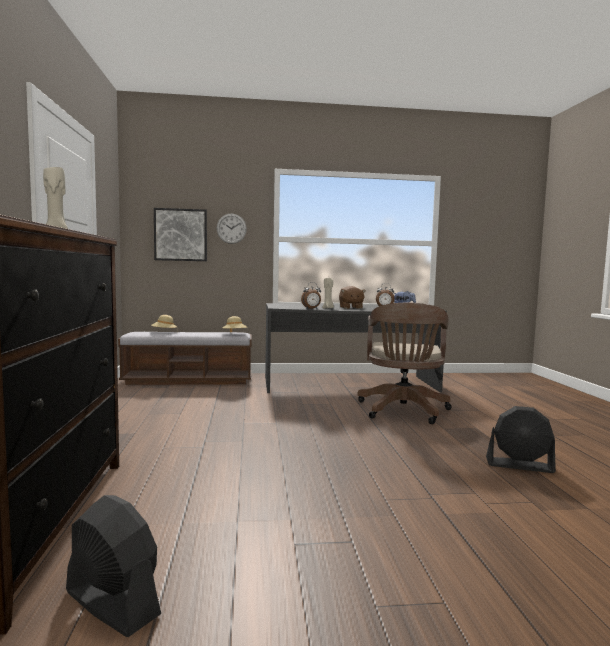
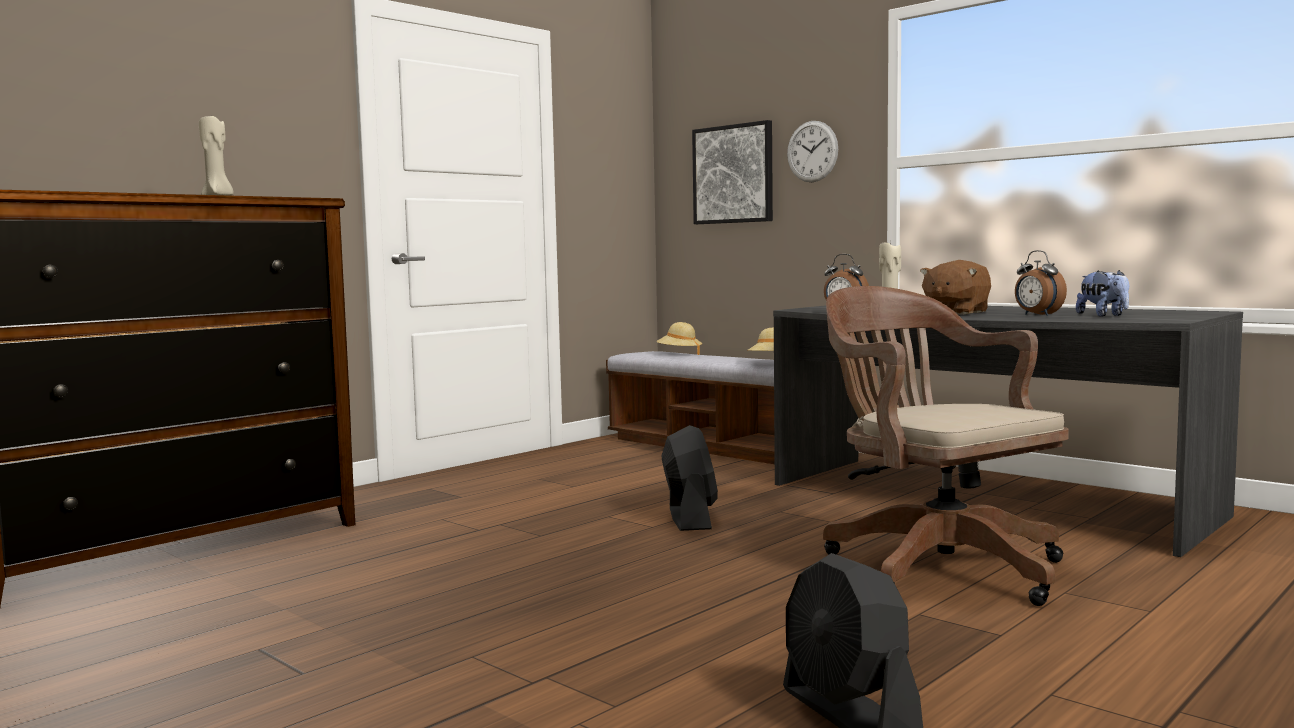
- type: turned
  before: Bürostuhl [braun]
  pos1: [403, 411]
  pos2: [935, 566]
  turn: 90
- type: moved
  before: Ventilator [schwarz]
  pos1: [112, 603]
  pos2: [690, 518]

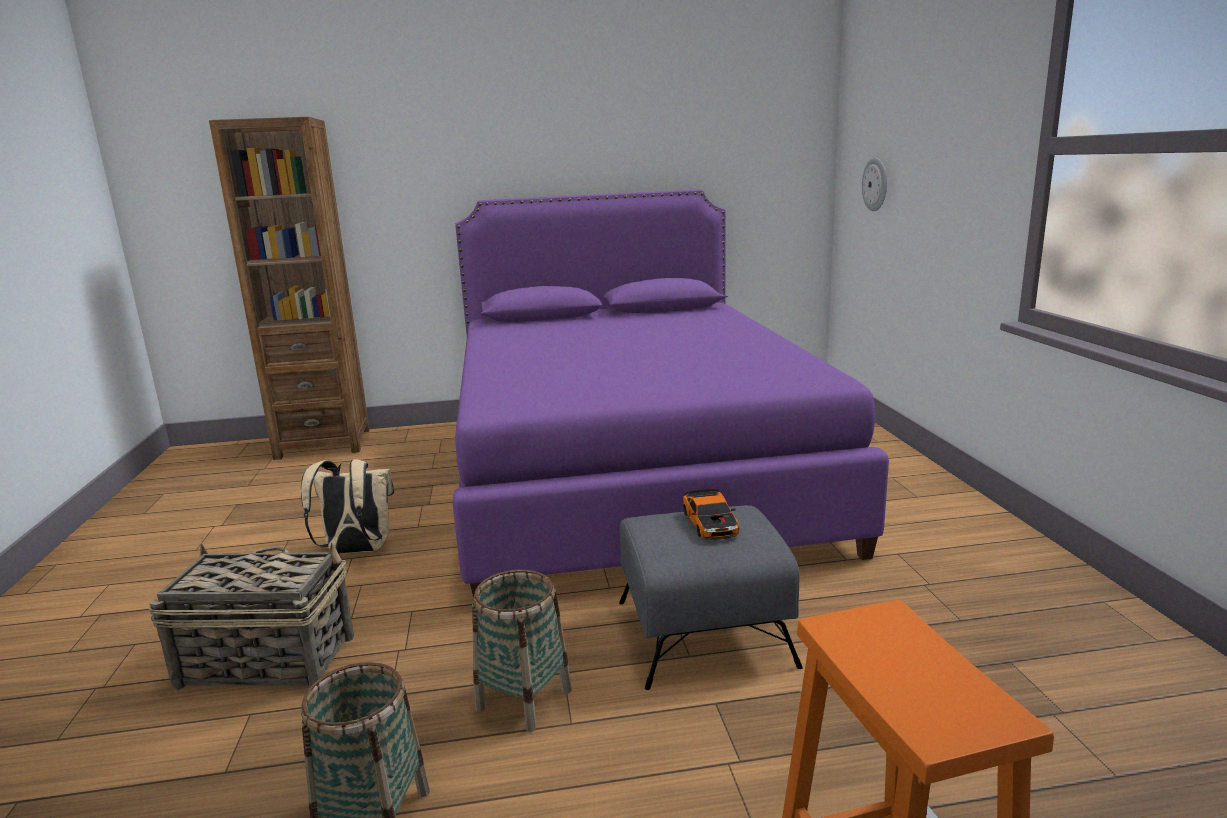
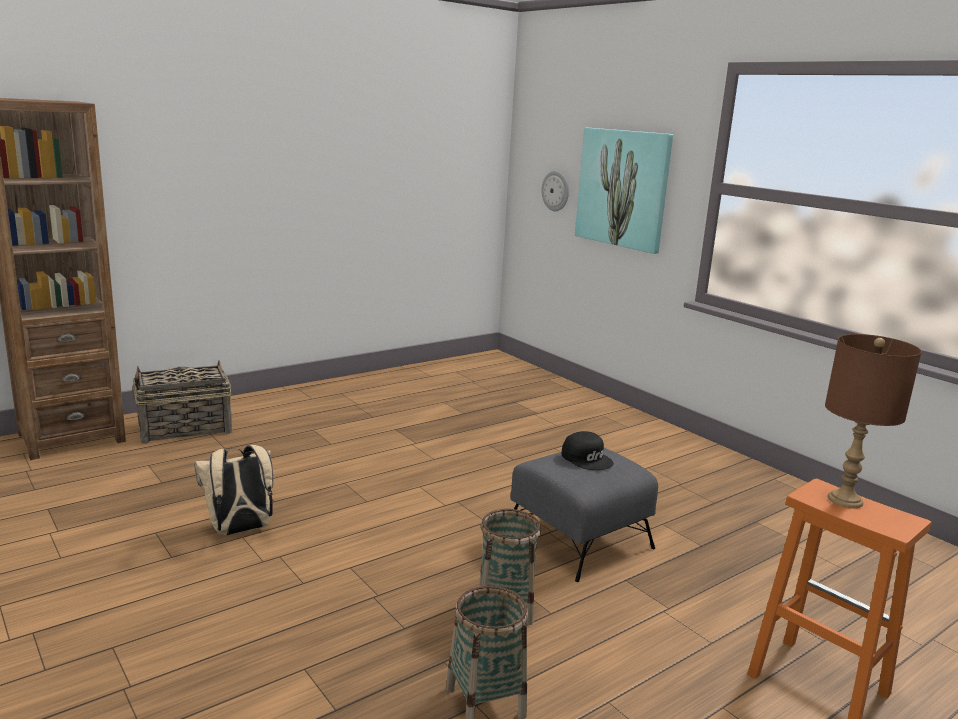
- type: removed
  before: Bett [lila]
  pos1: [630, 474]
- type: replaced
  before: Spielzeugauto
  after: Kappe [schwarz]
  pos1: [711, 522]
  pos2: [587, 458]
- type: moved
  before: Korb
  pos1: [265, 661]
  pos2: [184, 429]
- type: added
  after: Bild
  pos2: [623, 188]
- type: added
  after: Tischlampe [braun]
  pos2: [845, 500]

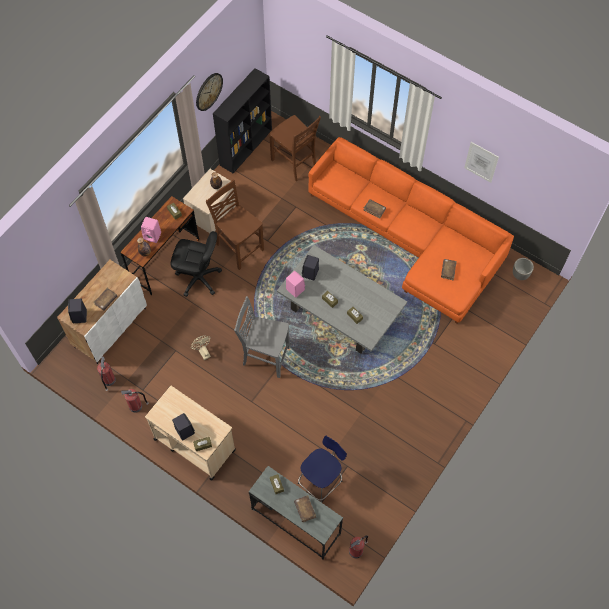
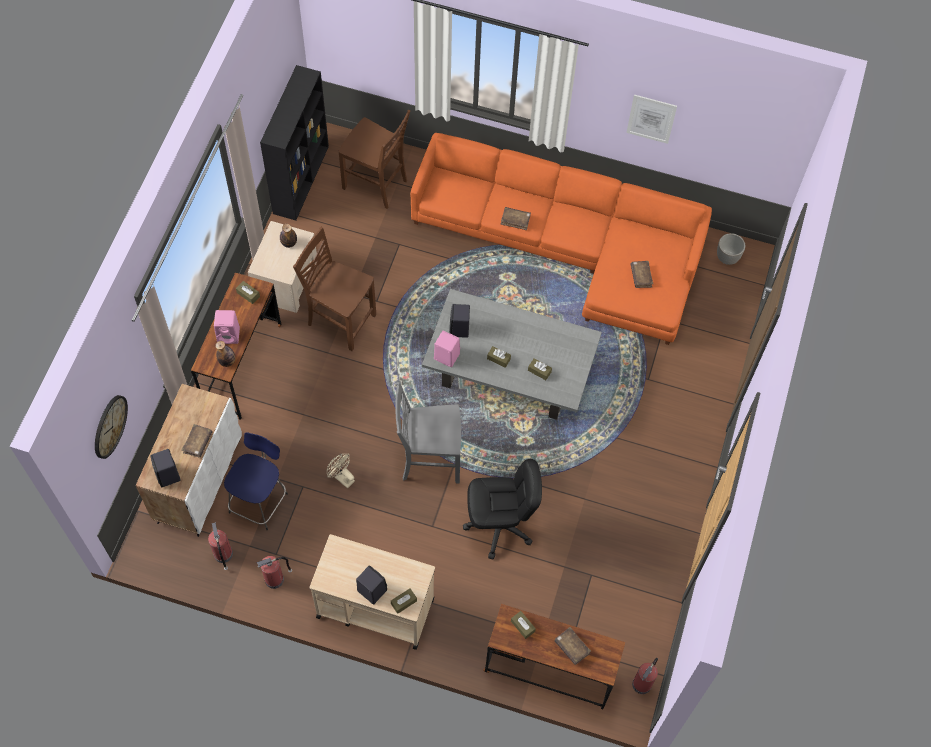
- type: moved
  before: Wanduhr
  pos1: [208, 91]
  pos2: [109, 426]
- type: moved
  before: Bürostuhl [schwarz]
  pos1: [198, 278]
  pos2: [499, 526]
- type: moved
  before: Hocker [blau]
  pos1: [321, 481]
  pos2: [259, 501]
- type: recoloured
  before: Schreibtisch [grau]
  after: Schreibtisch [braun]
  pos1: [295, 522]
  pos2: [549, 670]

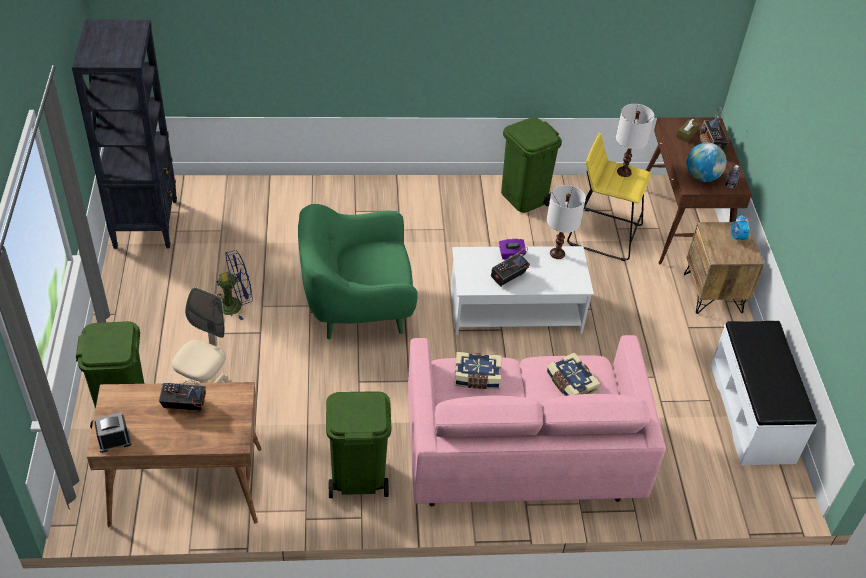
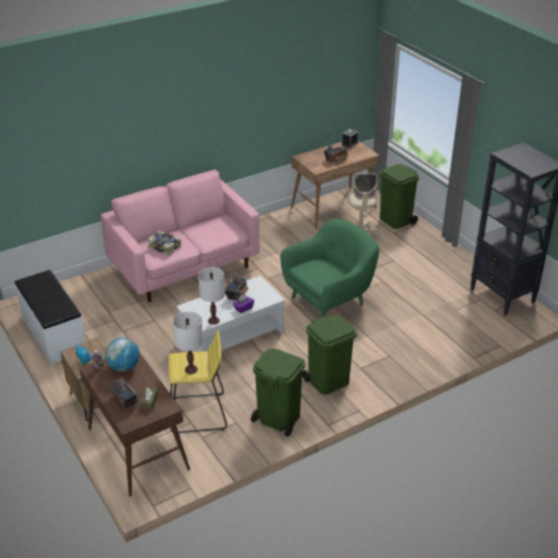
- type: removed
  before: Ventilator [blau]
  pos1: [235, 304]
- type: removed
  before: Buch
  pos1: [477, 377]
- type: moved
  before: Mülleimer [grün]
  pos1: [357, 476]
  pos2: [328, 381]

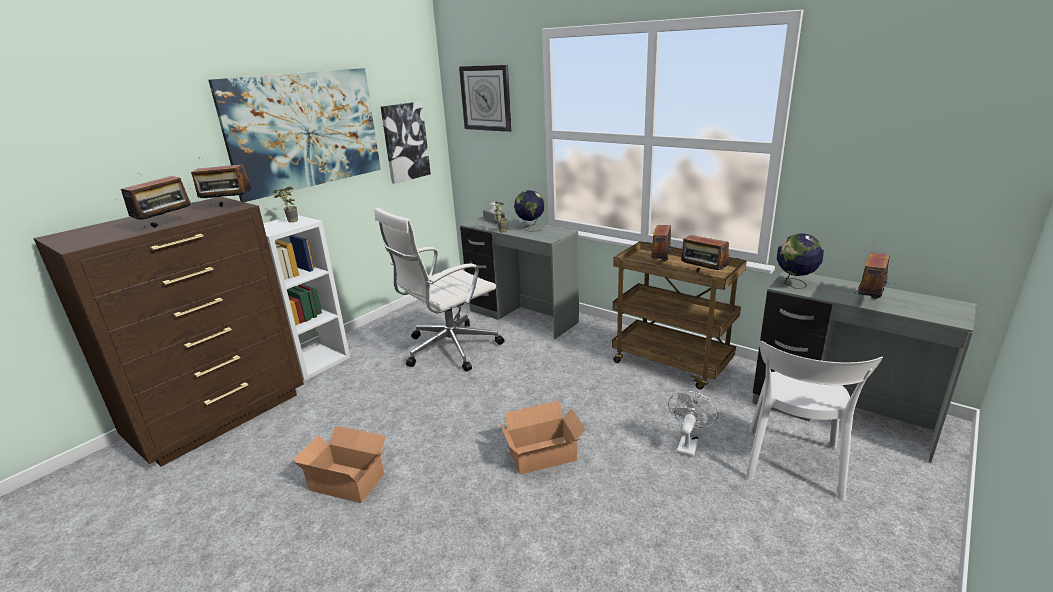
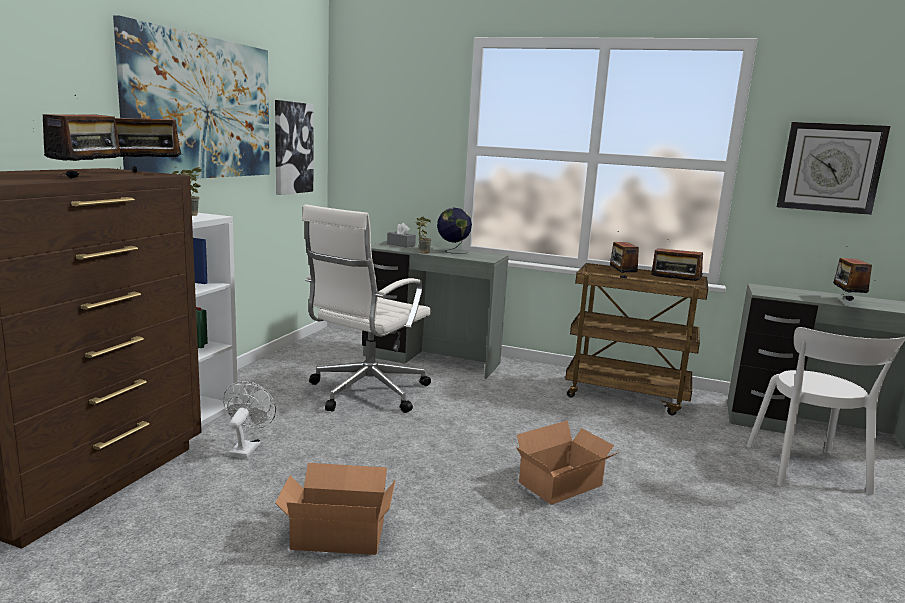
- type: moved
  before: Wanduhr
  pos1: [486, 98]
  pos2: [830, 168]
- type: removed
  before: Globus
  pos1: [794, 285]
- type: moved
  before: Ventilator [weiß]
  pos1: [688, 444]
  pos2: [246, 448]

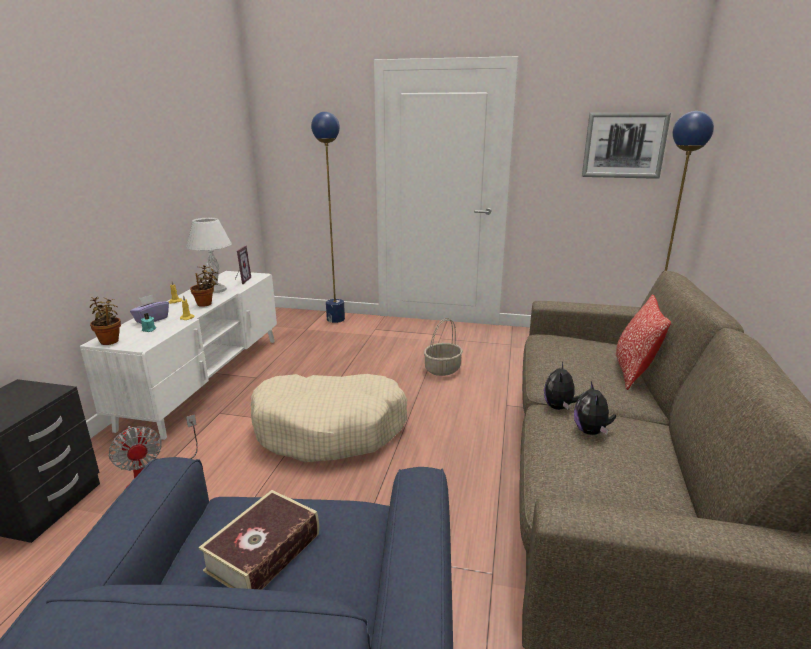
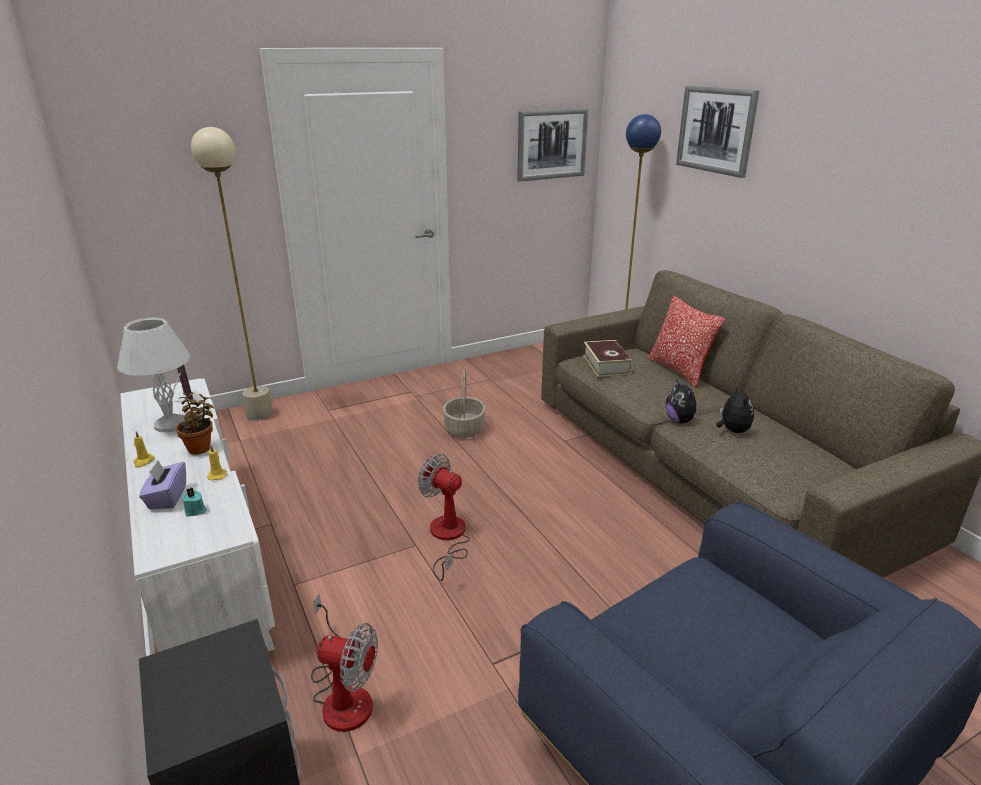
- type: recoloured
  before: Stehlampe [blau]
  after: Stehlampe [beige]
  pos1: [335, 319]
  pos2: [259, 414]
- type: removed
  before: Topfpflanze
  pos1: [110, 341]
- type: replaced
  before: Hundebett [beige]
  after: Ventilator
  pos1: [330, 429]
  pos2: [447, 538]
- type: turned
  before: Plüschtier
  pos1: [591, 432]
  pos2: [732, 430]
  turn: -150
- type: moved
  before: Buch
  pos1: [264, 552]
  pos2: [606, 365]
- type: added
  after: Bild
  pos2: [716, 130]

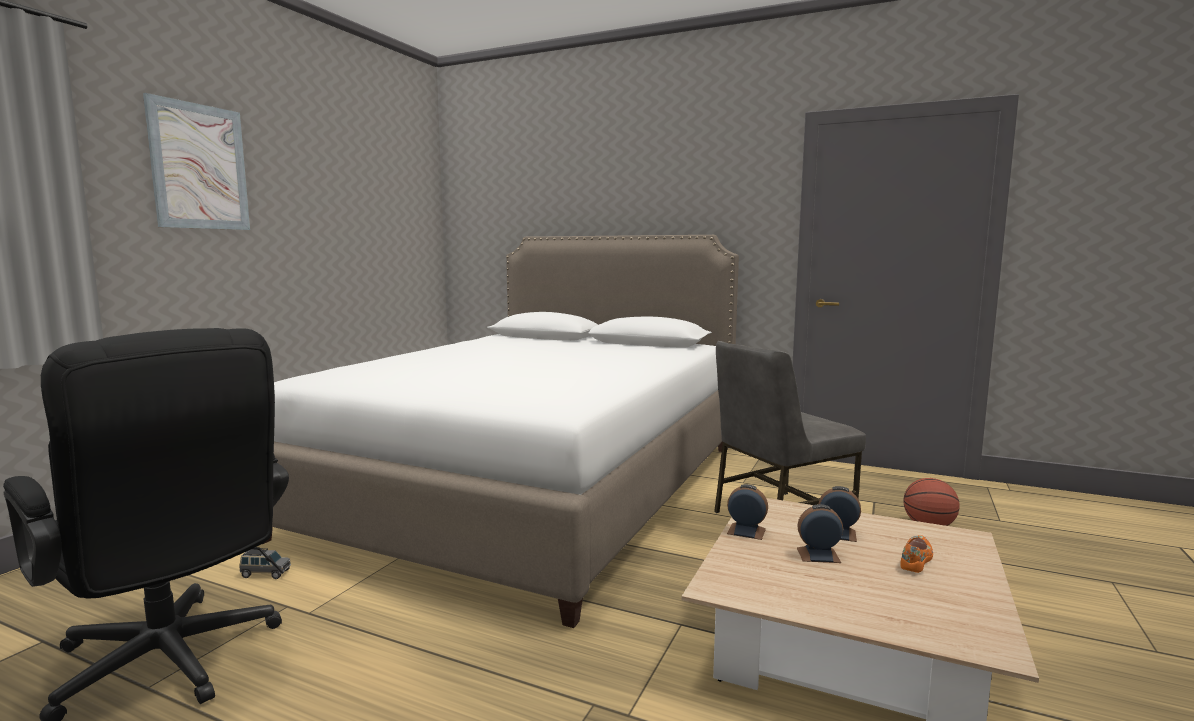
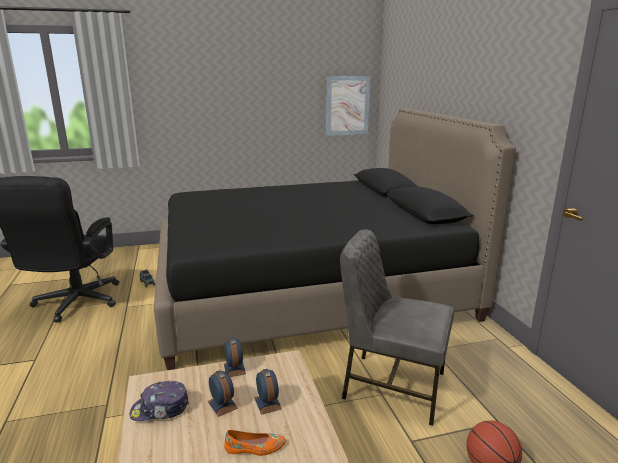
- type: moved
  before: Bild
  pos1: [199, 167]
  pos2: [347, 105]
- type: recoloured
  before: Bett [weiß]
  after: Bett [schwarz]
  pos1: [535, 487]
  pos2: [309, 291]
- type: added
  after: Kappe
  pos2: [160, 409]

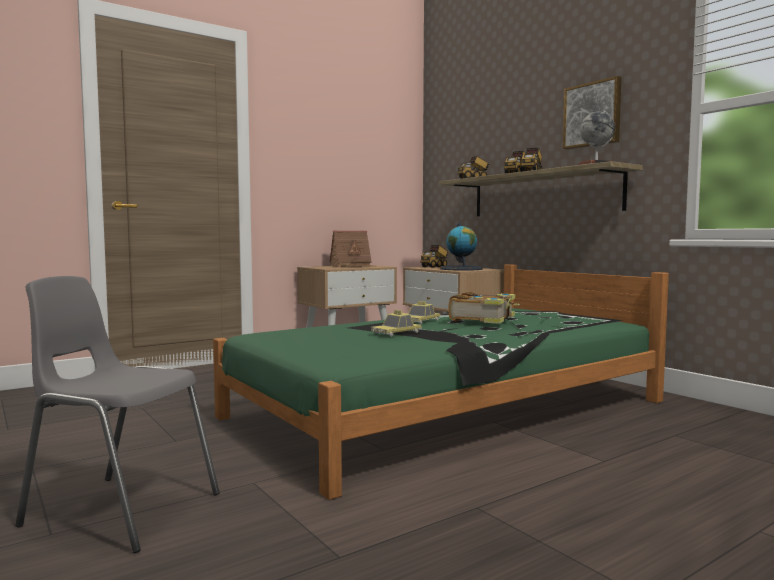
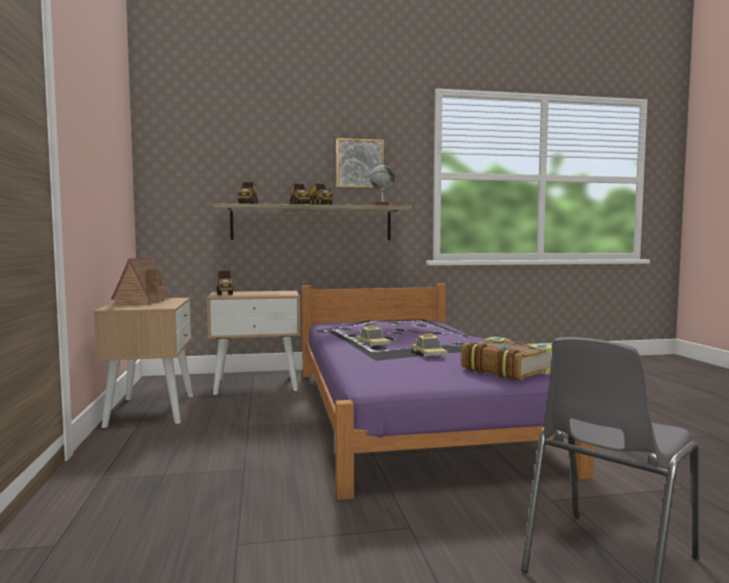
- type: removed
  before: Globus
  pos1: [461, 269]
- type: recoloured
  before: Bett [grün]
  after: Bett [lila]
  pos1: [449, 409]
  pos2: [407, 412]
- type: moved
  before: Buch
  pos1: [484, 319]
  pos2: [506, 370]

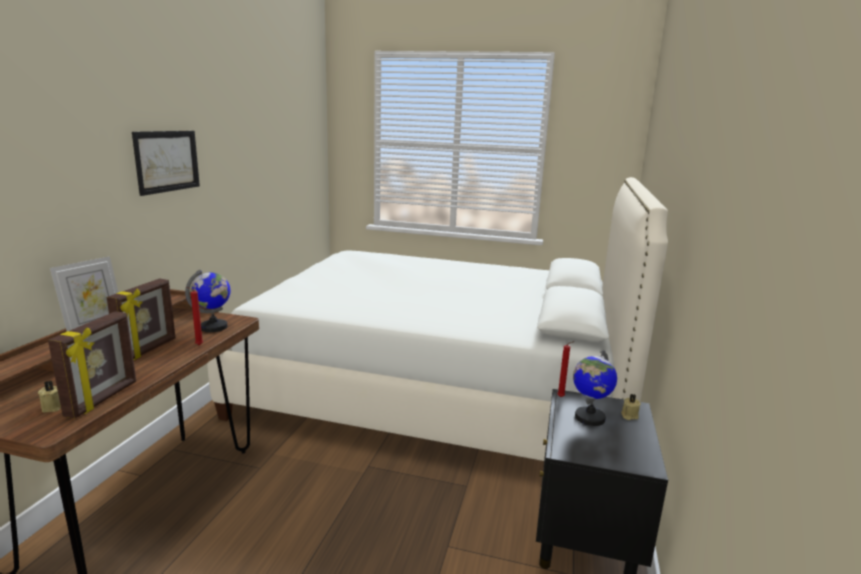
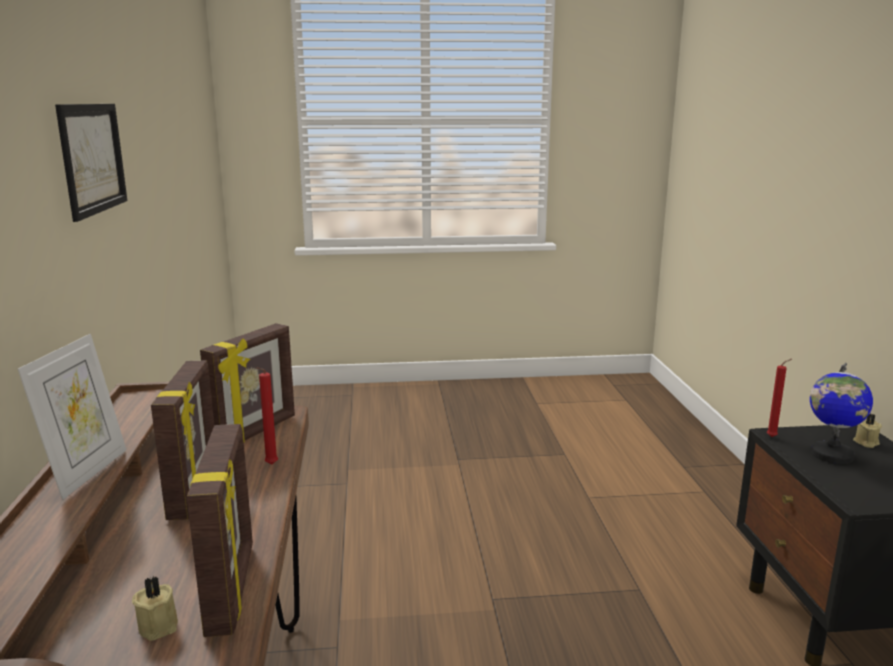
- type: removed
  before: Bett [weiß]
  pos1: [438, 388]
- type: replaced
  before: Globus
  after: Bilderrahmen
  pos1: [214, 327]
  pos2: [256, 432]

